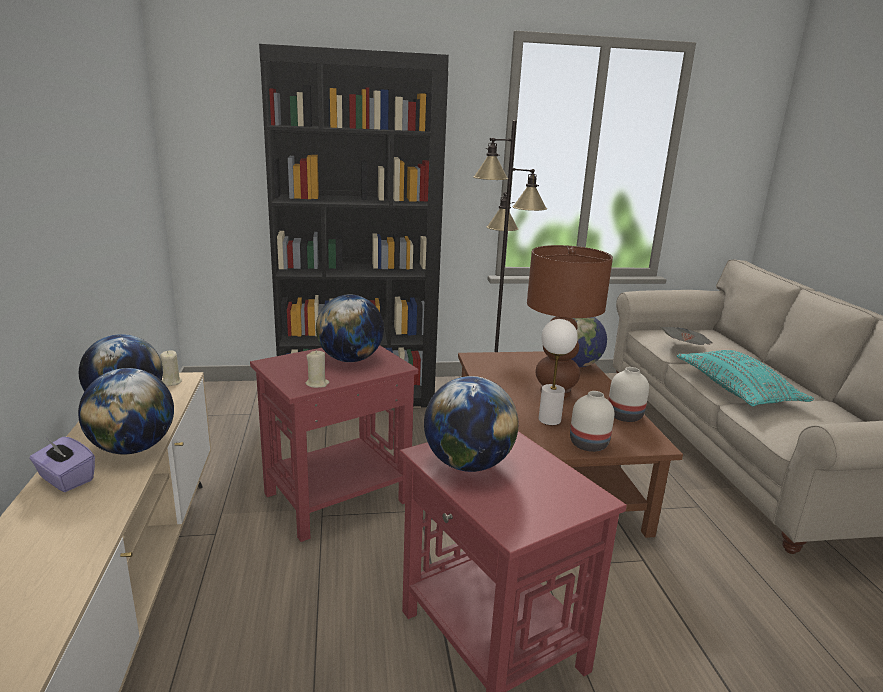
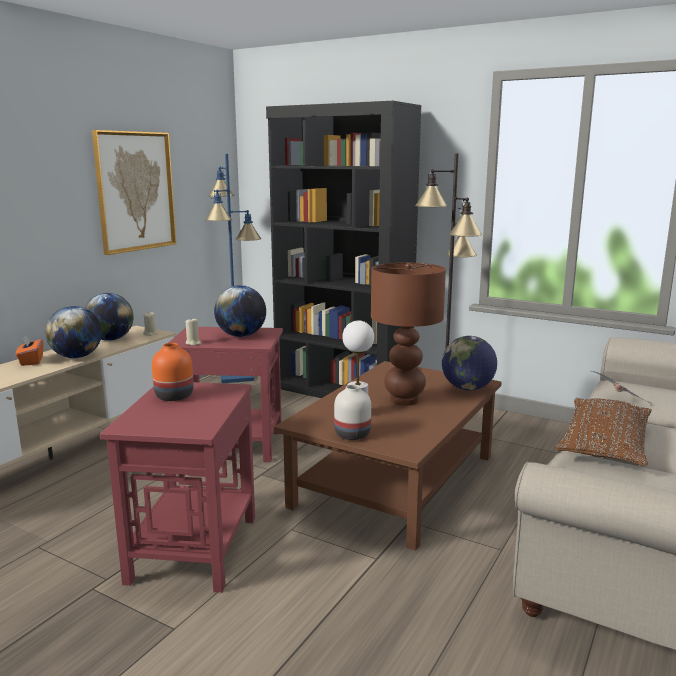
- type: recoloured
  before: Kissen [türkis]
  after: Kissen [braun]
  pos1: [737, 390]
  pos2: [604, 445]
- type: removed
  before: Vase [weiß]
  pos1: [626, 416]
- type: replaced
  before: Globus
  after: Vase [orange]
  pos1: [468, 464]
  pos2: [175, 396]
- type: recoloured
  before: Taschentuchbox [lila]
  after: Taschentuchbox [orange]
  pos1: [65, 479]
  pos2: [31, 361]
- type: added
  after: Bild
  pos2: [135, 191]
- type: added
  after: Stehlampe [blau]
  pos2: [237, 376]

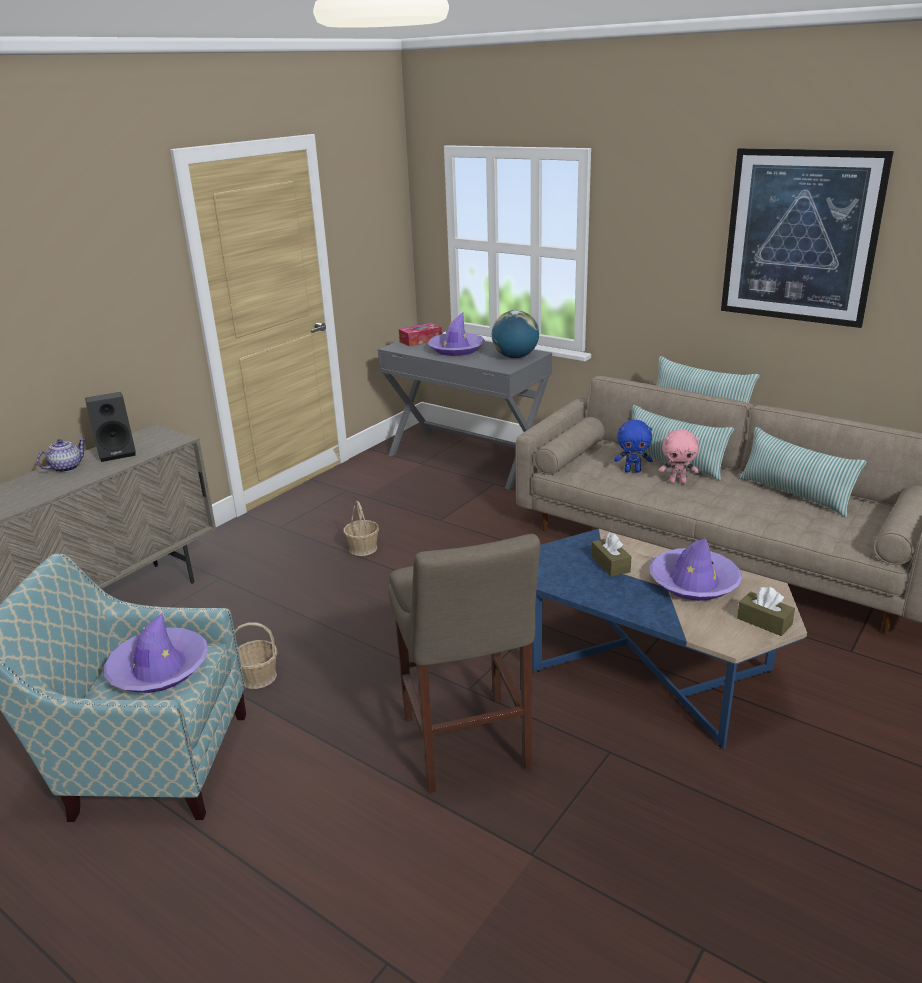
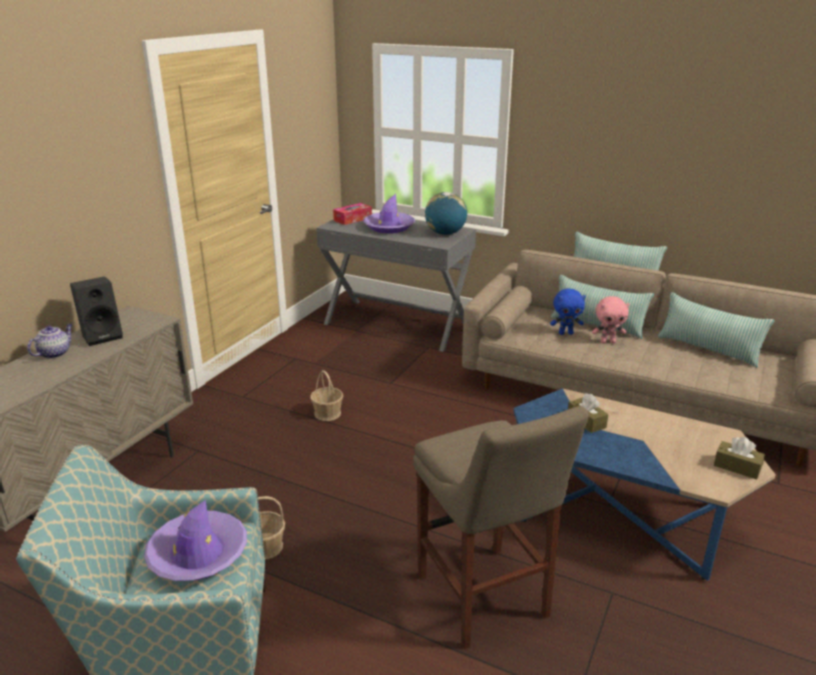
- type: removed
  before: Bild
  pos1: [800, 237]
- type: removed
  before: Hut [lila]
  pos1: [693, 582]

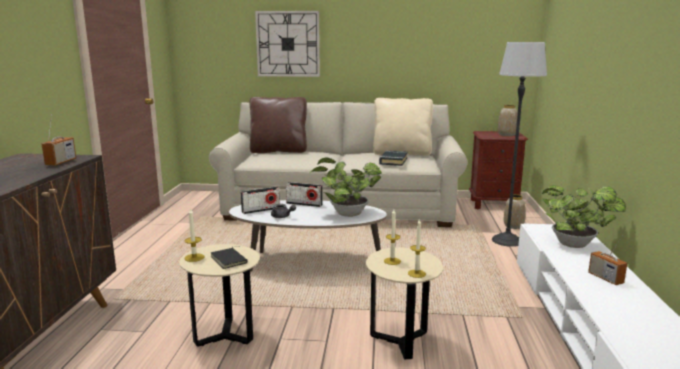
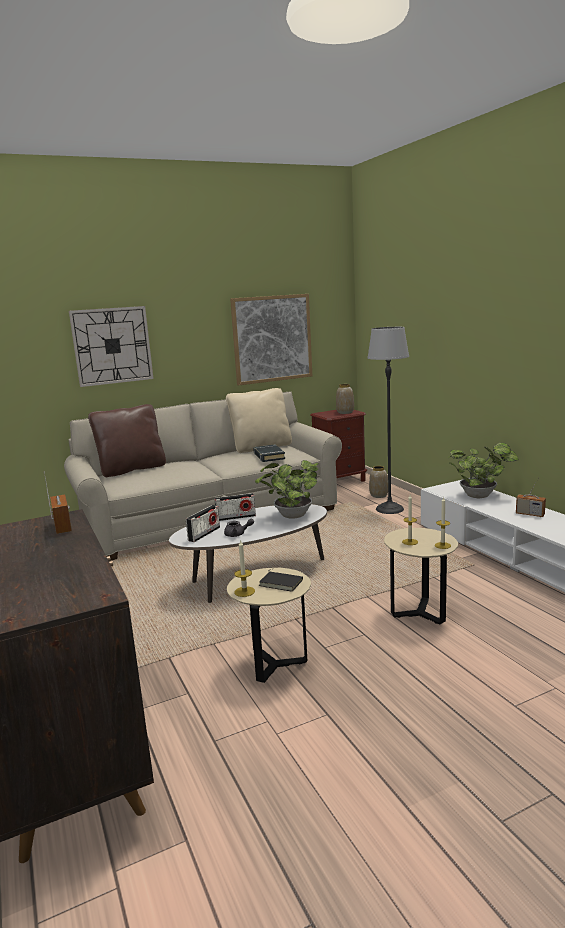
- type: added
  after: Bild
  pos2: [272, 339]

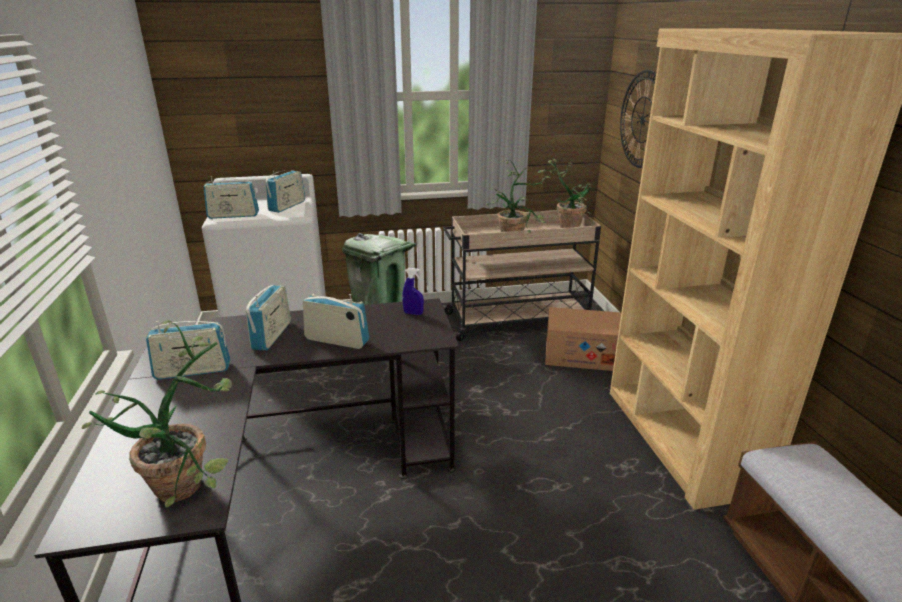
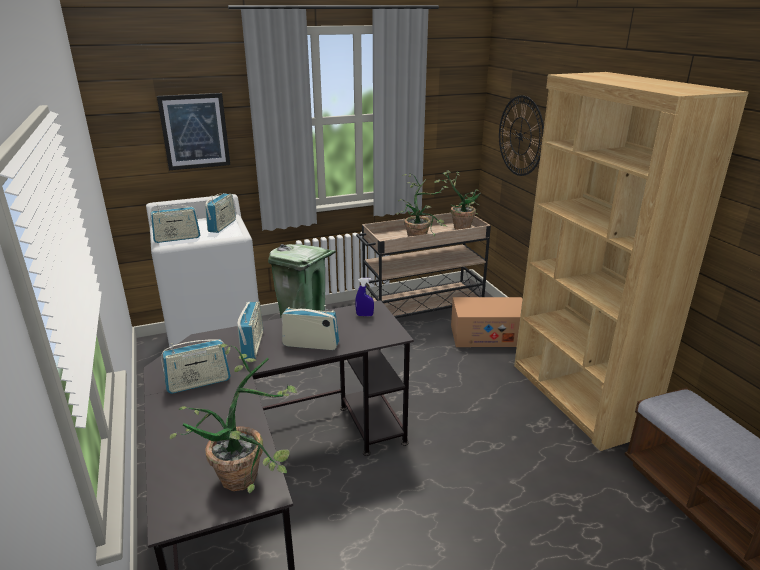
- type: added
  after: Bild
  pos2: [195, 131]

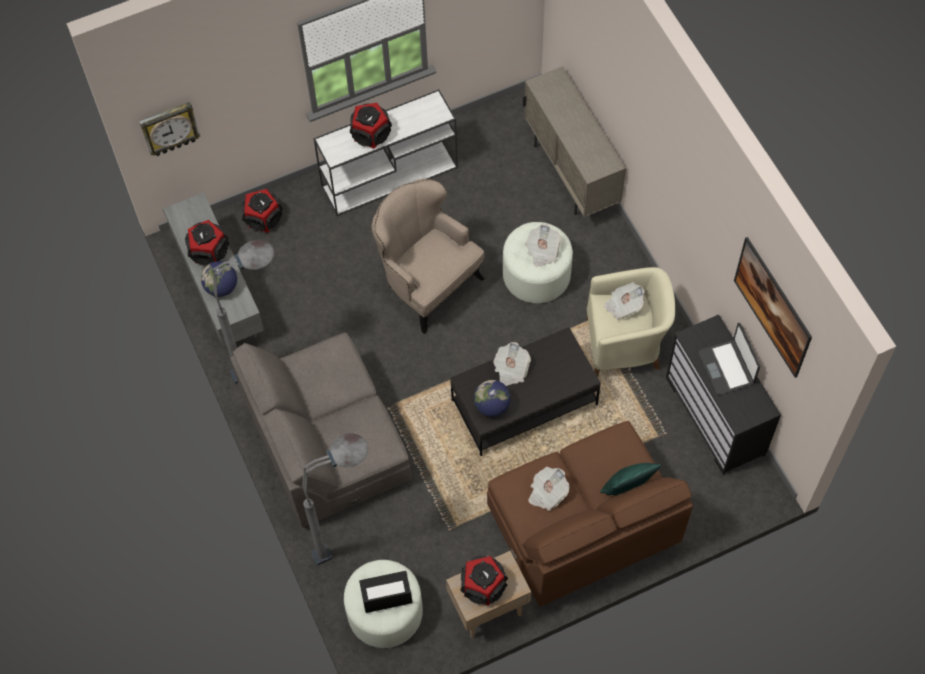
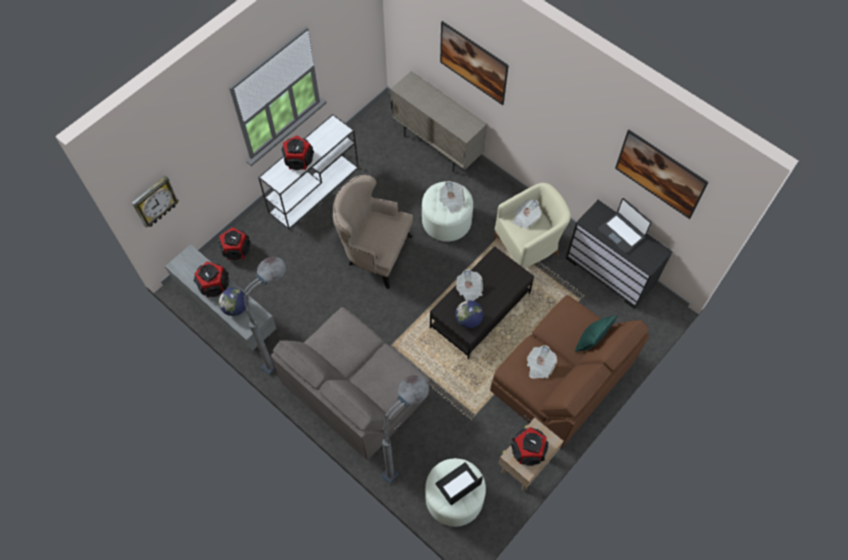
- type: added
  after: Bild
  pos2: [472, 73]

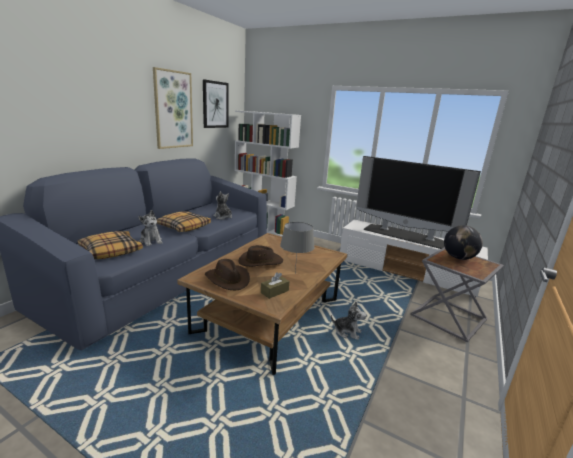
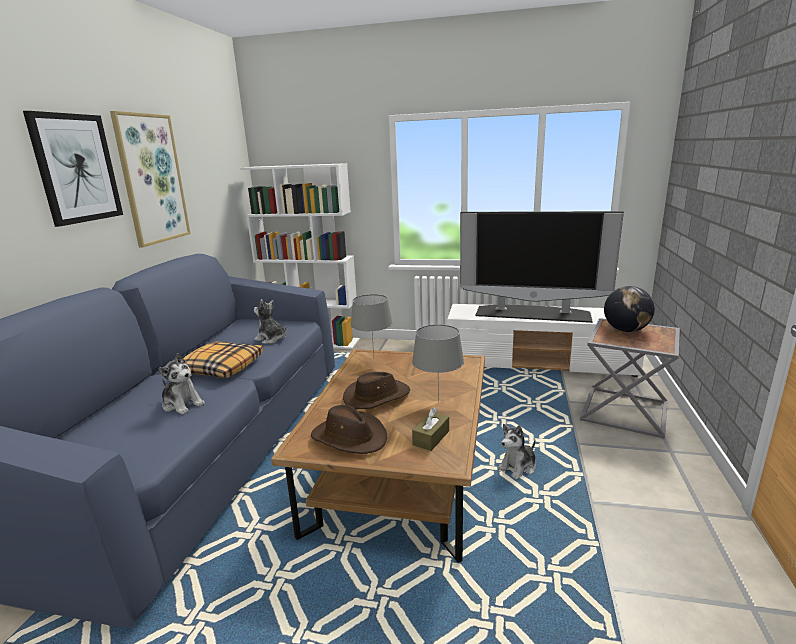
- type: moved
  before: Bild
  pos1: [215, 105]
  pos2: [76, 168]
- type: removed
  before: Kissen
  pos1: [111, 251]
- type: turned
  before: Plüschtier
  pos1: [347, 332]
  pos2: [518, 467]
  turn: 135
- type: added
  after: Tischlampe [grau]
  pos2: [373, 358]

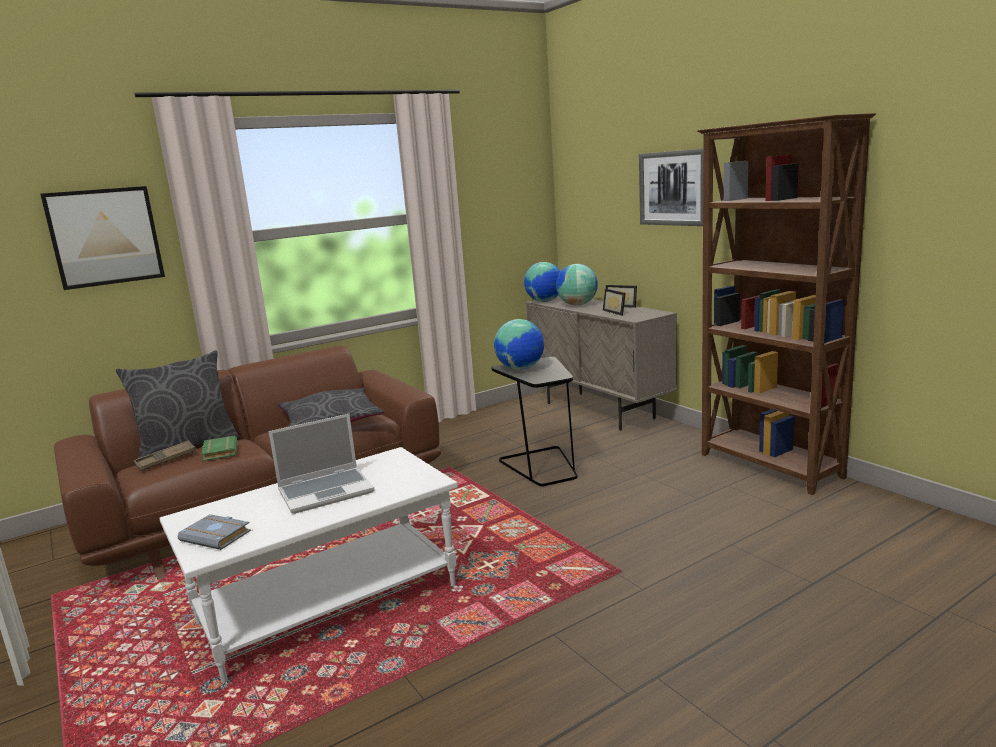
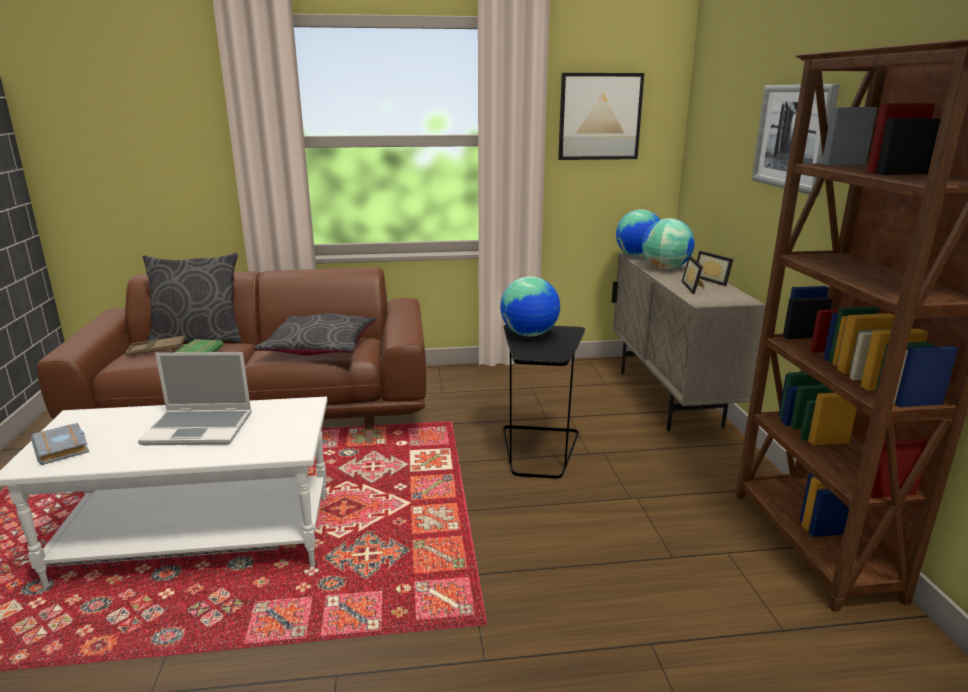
- type: moved
  before: Bild
  pos1: [105, 237]
  pos2: [599, 117]

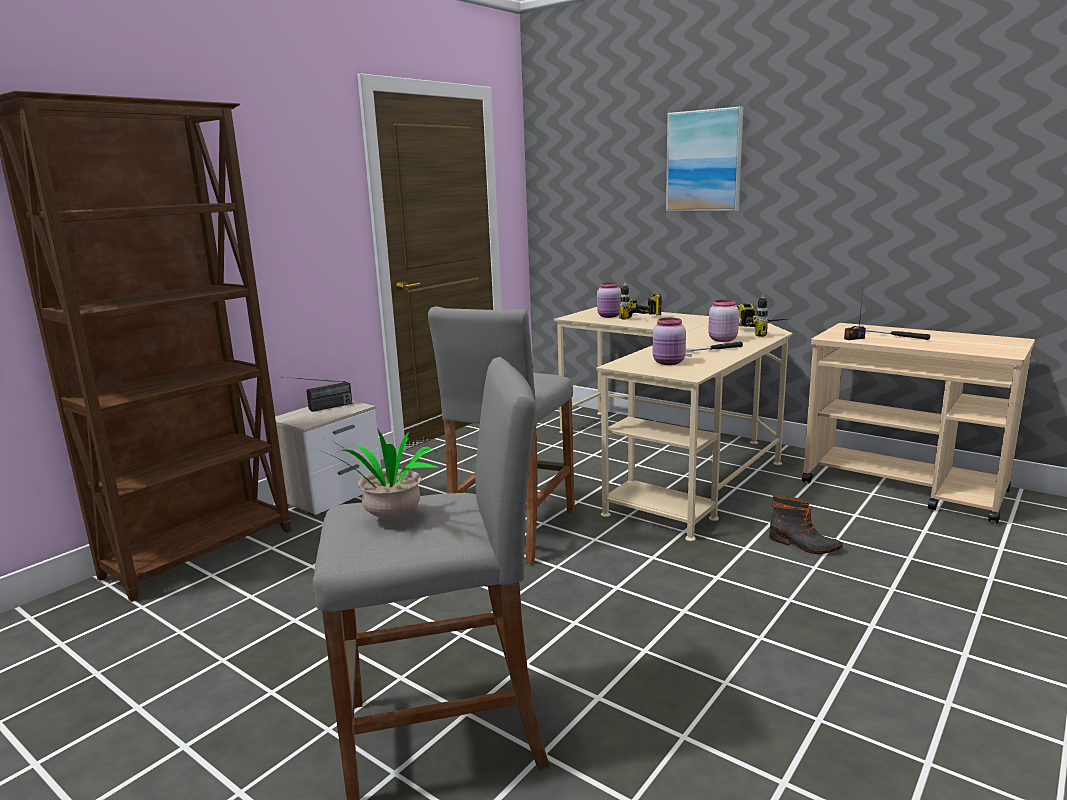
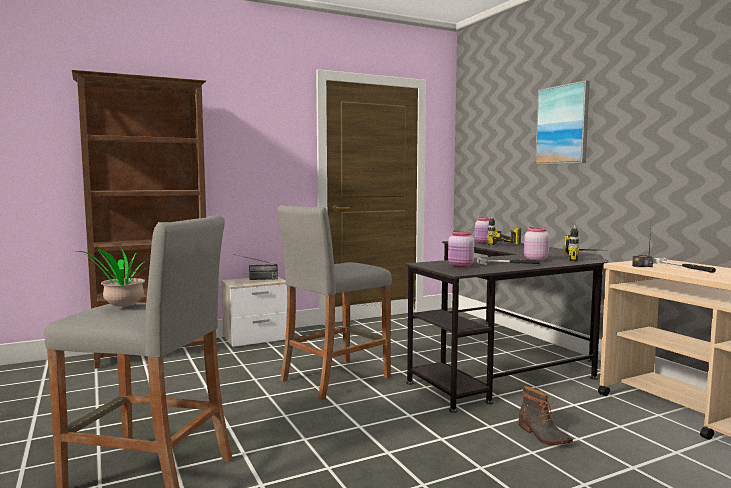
- type: recoloured
  before: Schreibtisch [beige]
  after: Schreibtisch [schwarz]
  pos1: [673, 460]
  pos2: [506, 360]

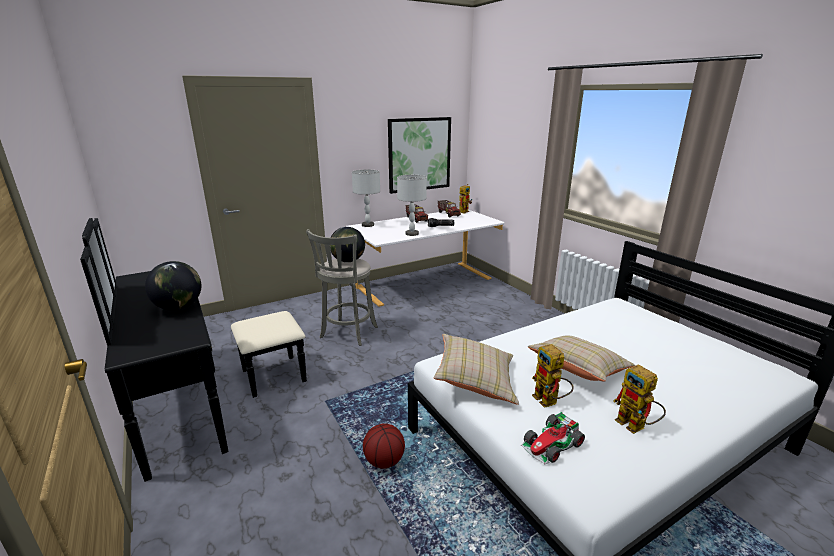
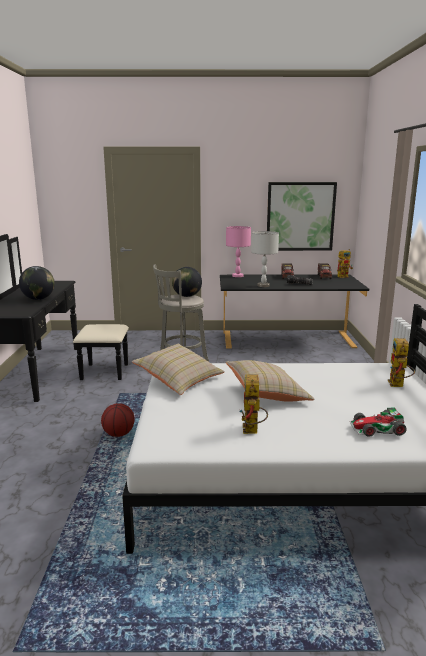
- type: recoloured
  before: Tischlampe [grau]
  after: Tischlampe [rosa]
  pos1: [367, 225]
  pos2: [237, 276]
- type: recoloured
  before: Schreibtisch [weiß]
  after: Schreibtisch [schwarz]
  pos1: [426, 284]
  pos2: [287, 340]
- type: moved
  before: Spielzeugroboter
  pos1: [549, 402]
  pos2: [398, 385]
- type: moved
  before: Spielzeugauto
  pos1: [552, 444]
  pos2: [377, 429]

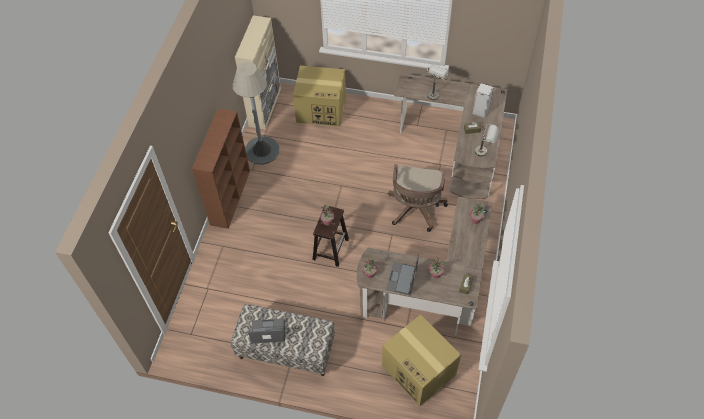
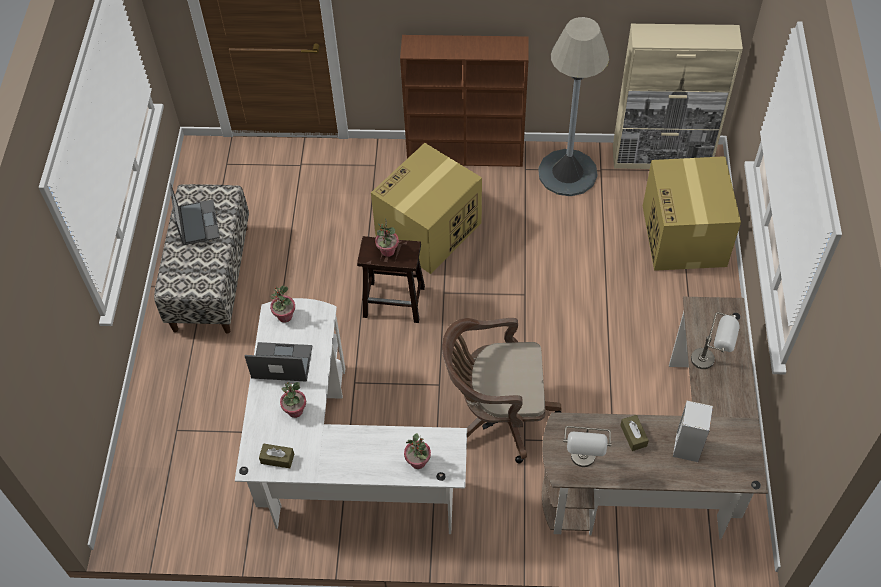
- type: recoloured
  before: Schreibtisch [braun]
  after: Schreibtisch [weiß]
  pos1: [432, 292]
  pos2: [334, 461]
- type: moved
  before: Karton
  pos1: [419, 370]
  pos2: [428, 231]

